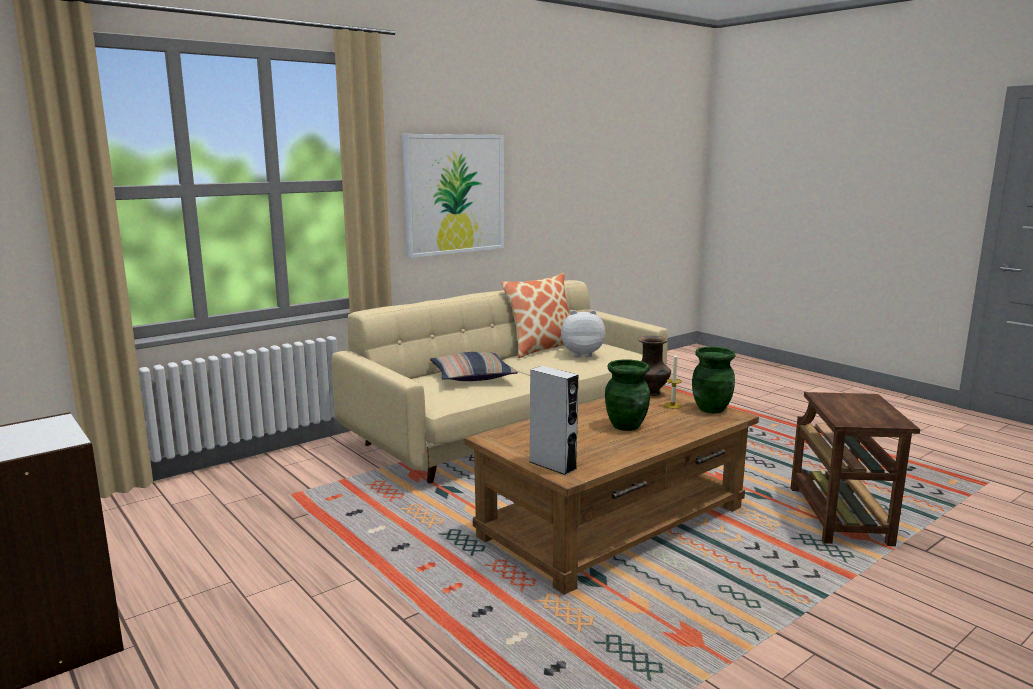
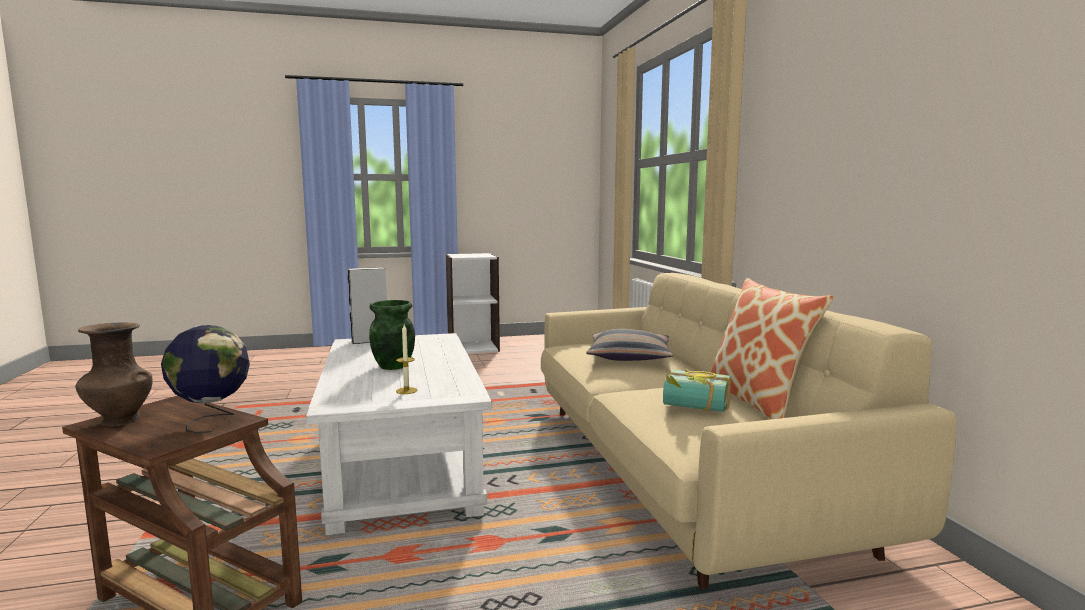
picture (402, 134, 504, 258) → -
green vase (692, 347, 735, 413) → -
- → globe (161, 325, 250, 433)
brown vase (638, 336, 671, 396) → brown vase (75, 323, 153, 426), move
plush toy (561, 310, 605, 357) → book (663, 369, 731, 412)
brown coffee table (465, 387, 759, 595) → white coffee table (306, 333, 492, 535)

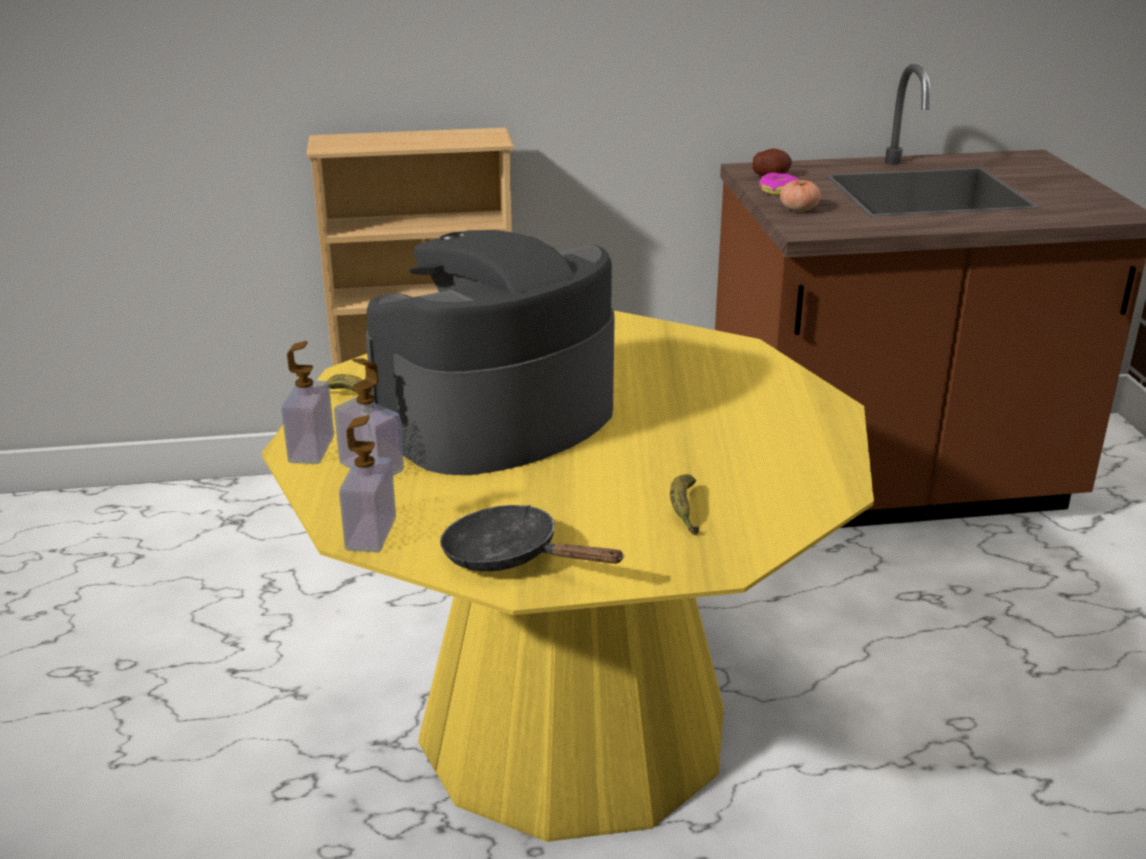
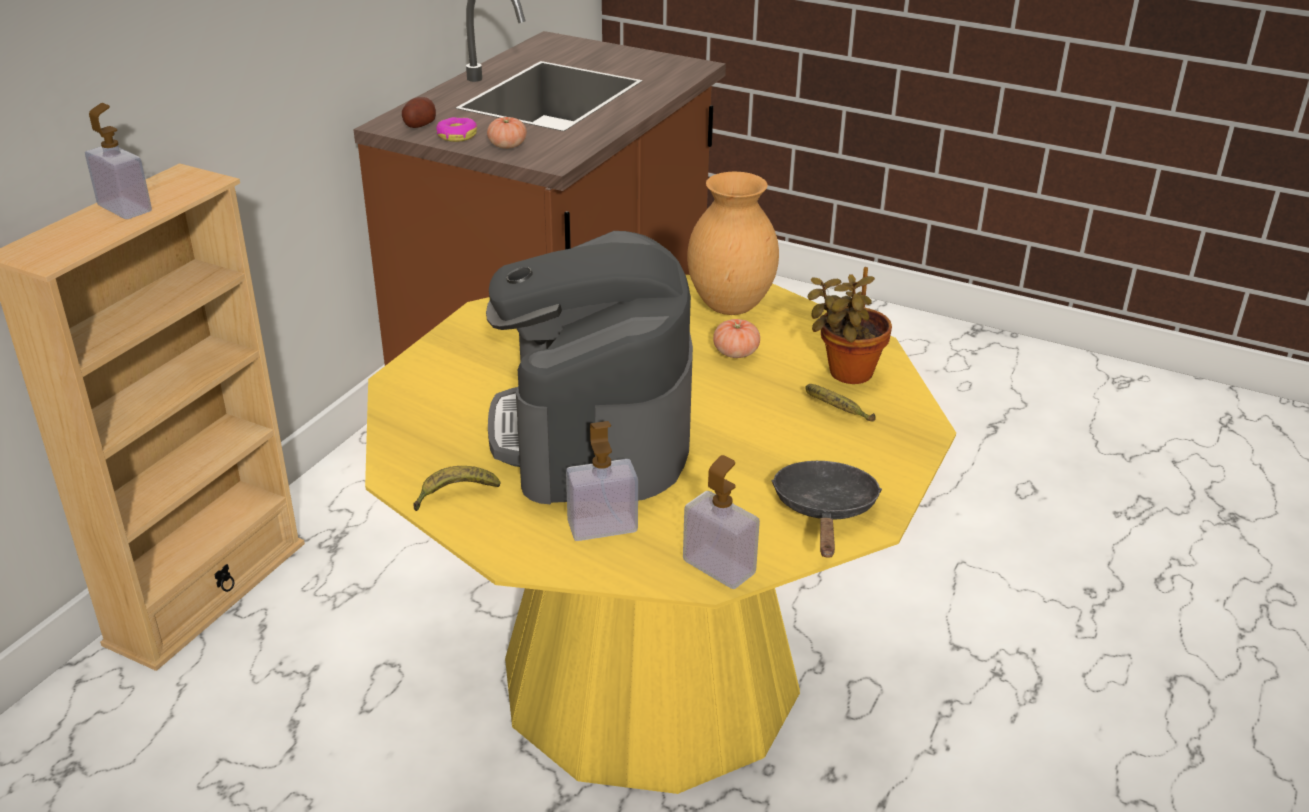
- → brown vase (687, 172, 779, 315)
- → tomato (713, 319, 760, 358)
- → potted plant (807, 267, 892, 384)
soap dispenser (282, 341, 334, 464) → soap dispenser (85, 103, 152, 219), move
black frying pan (440, 505, 625, 571) → black frying pan (771, 461, 882, 558), 120 degrees clockwise

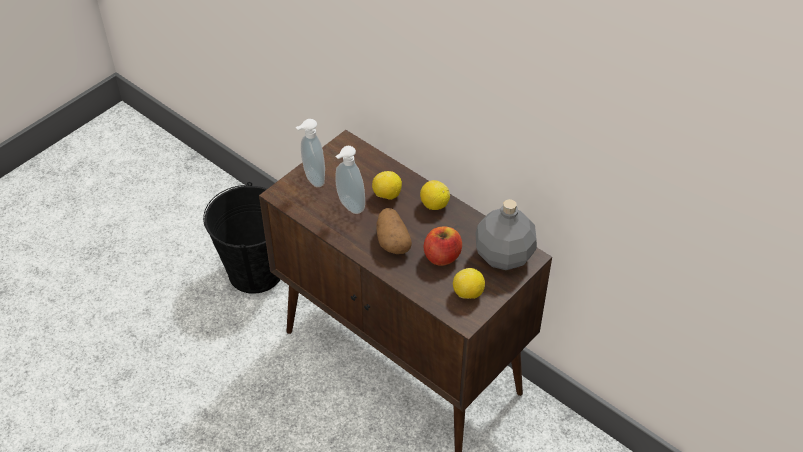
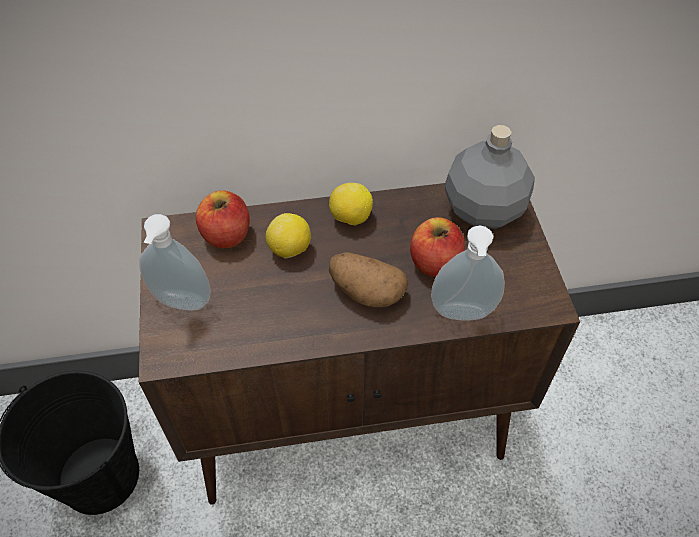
lemon (453, 268, 485, 299) → -
- → apple (196, 190, 250, 248)
soap dispenser (335, 146, 365, 214) → soap dispenser (431, 226, 505, 320), move

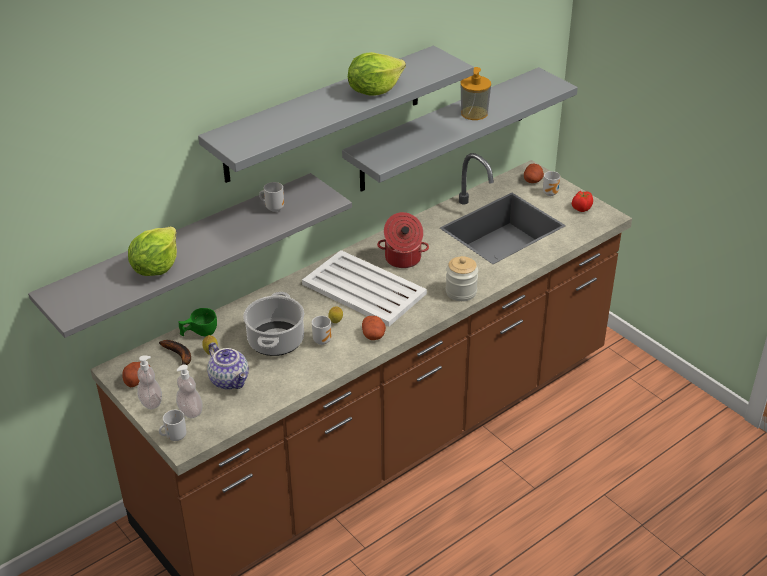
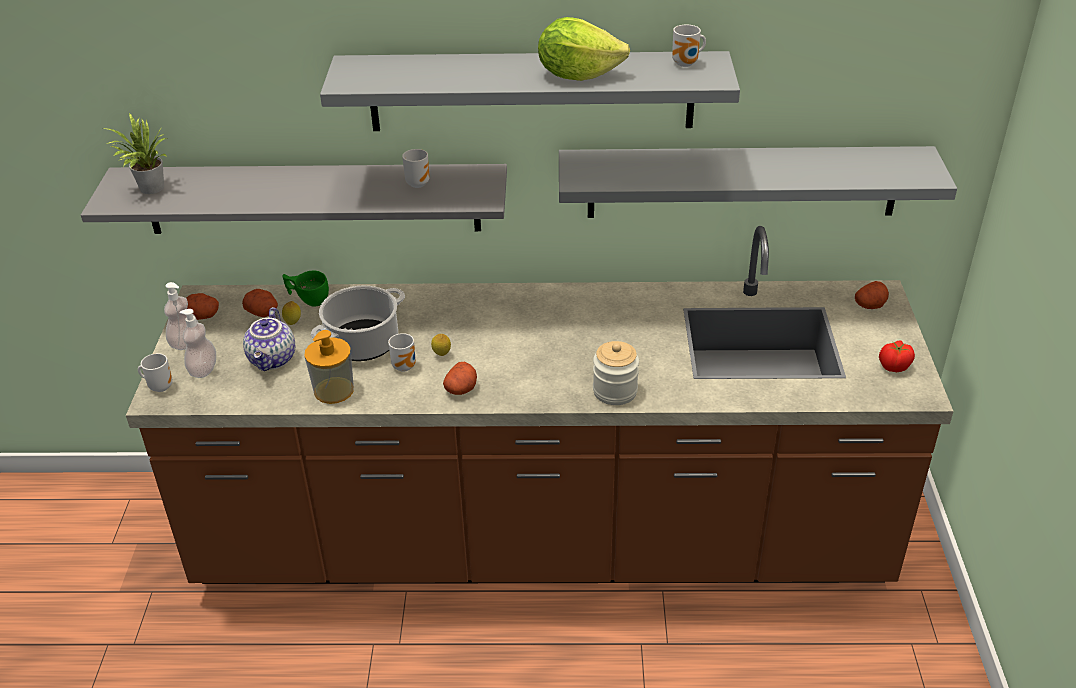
lettuce (128, 226, 177, 276) → -
white tray (302, 250, 427, 327) → -
cooking pot (377, 212, 429, 268) → -
- → potted plant (101, 113, 167, 194)
soap dispenser (460, 67, 491, 120) → soap dispenser (304, 330, 354, 404), move
mug (543, 171, 560, 196) → mug (672, 25, 706, 67), move
banana (159, 340, 191, 365) → potato (242, 289, 278, 317)

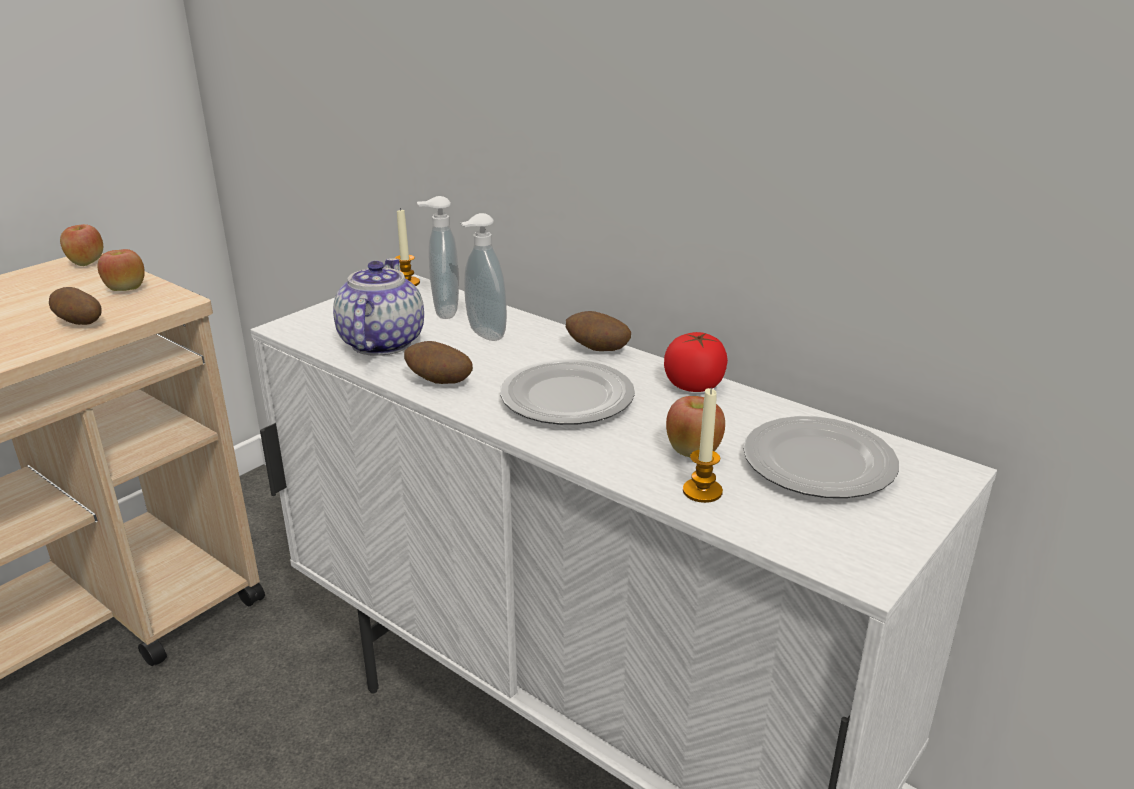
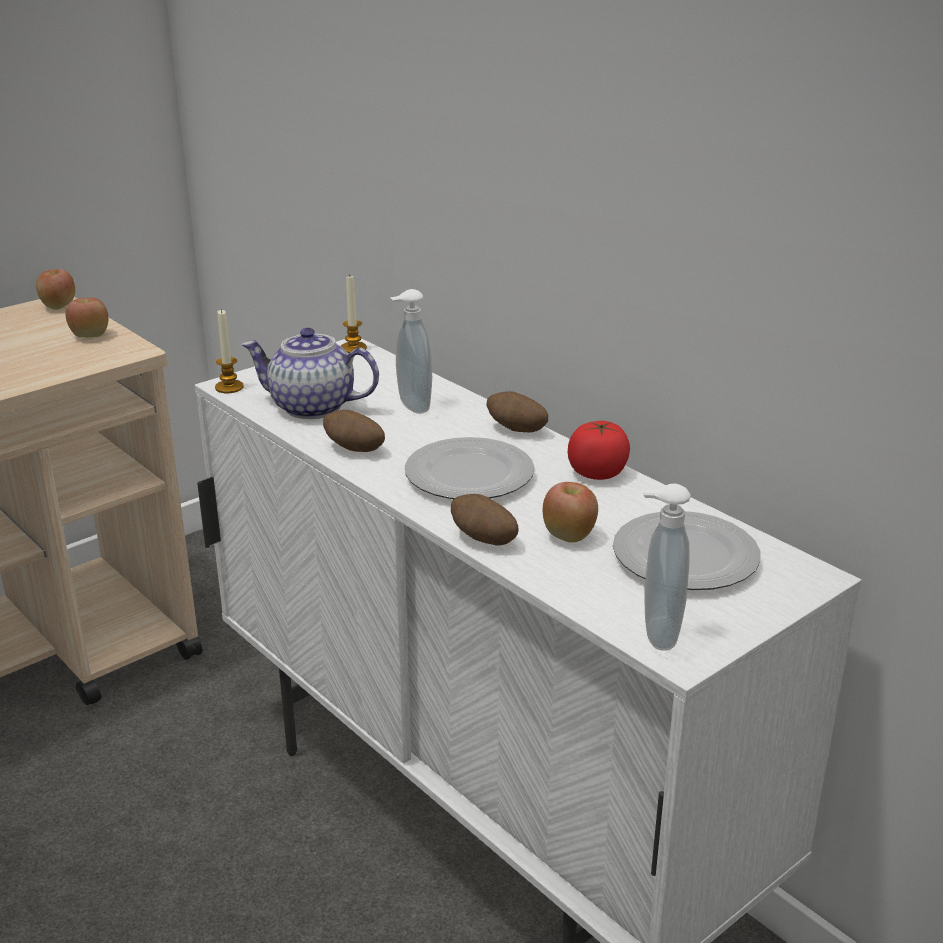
potato (49, 287, 102, 325) → potato (451, 494, 518, 546), move
soap dispenser (417, 196, 459, 319) → soap dispenser (642, 483, 691, 651), move
candle (683, 387, 723, 503) → candle (215, 309, 244, 393), move
teapot (333, 258, 424, 356) → teapot (241, 327, 379, 419), 90 degrees counterclockwise

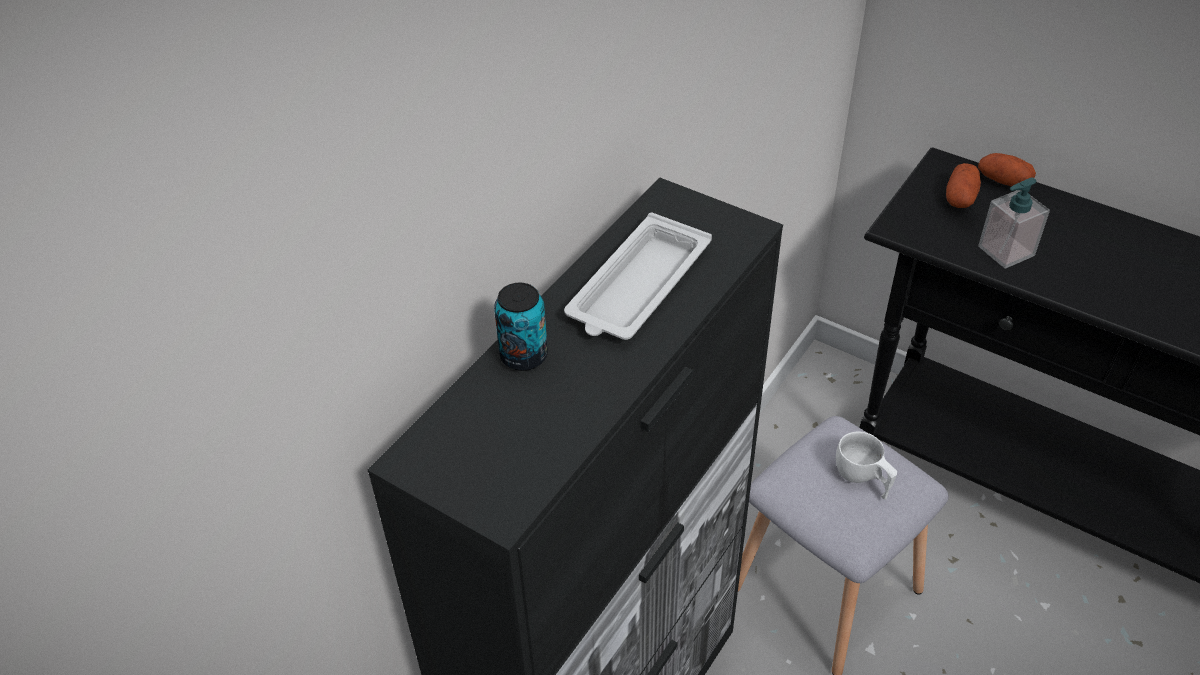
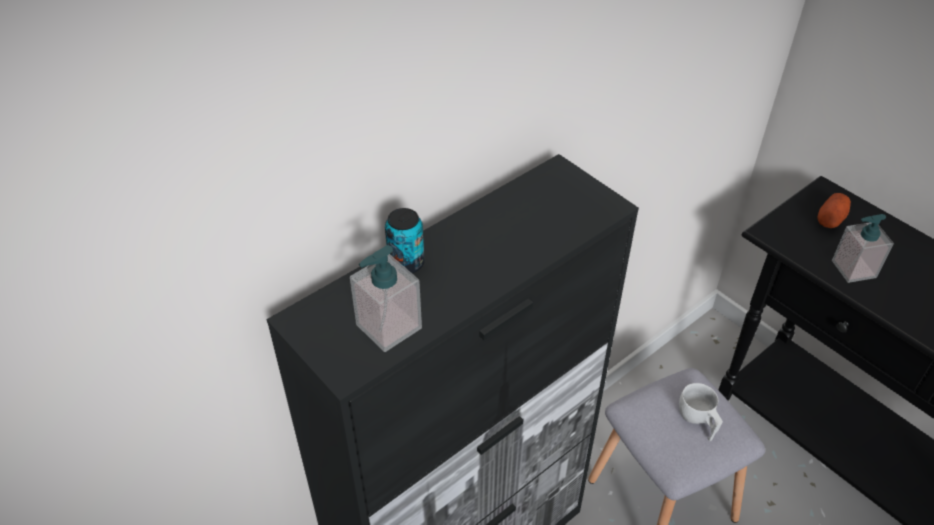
white tray (564, 212, 712, 340) → -
potato (978, 153, 1036, 187) → -
- → soap dispenser (350, 245, 422, 352)

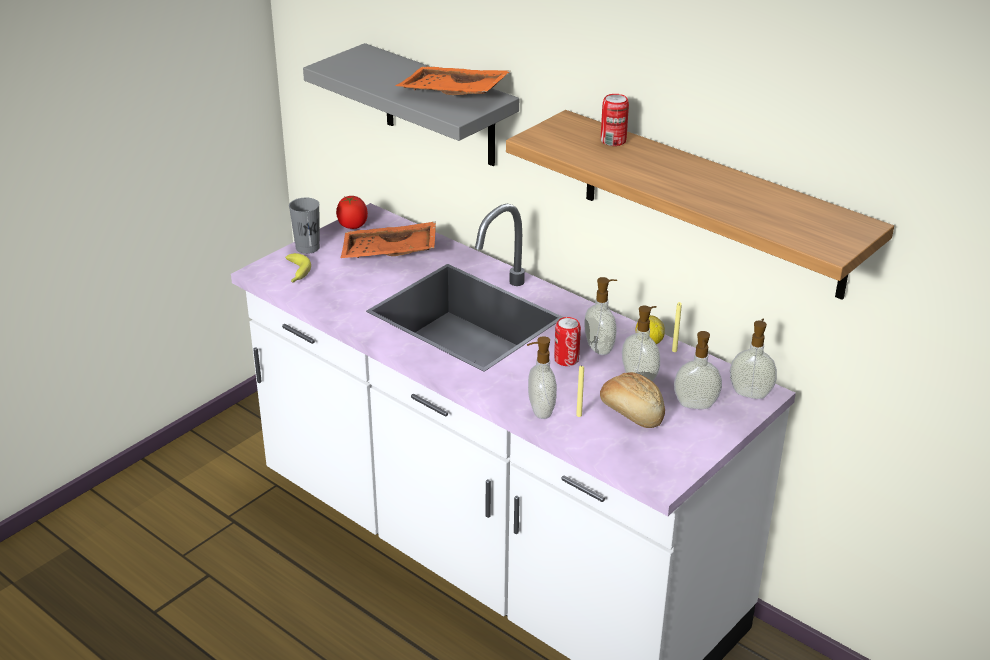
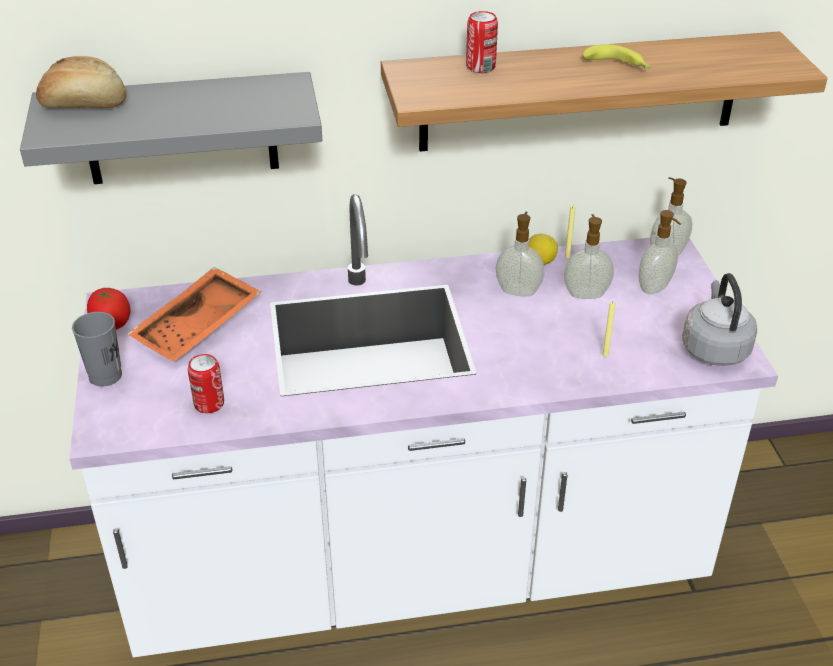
orange tray (395, 67, 511, 95) → -
soap dispenser (527, 336, 557, 419) → -
- → grey kettle (682, 273, 757, 366)
banana (285, 253, 311, 282) → banana (582, 44, 651, 69), move
can (554, 317, 581, 366) → can (188, 354, 224, 413), move
bread (600, 372, 665, 428) → bread (36, 56, 127, 108), move

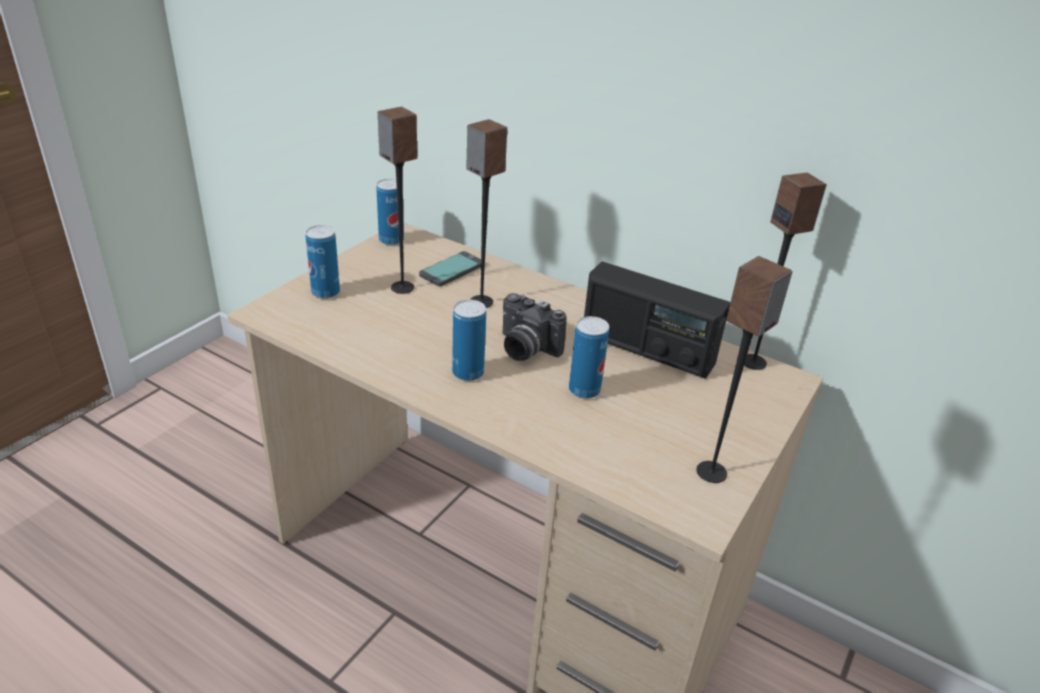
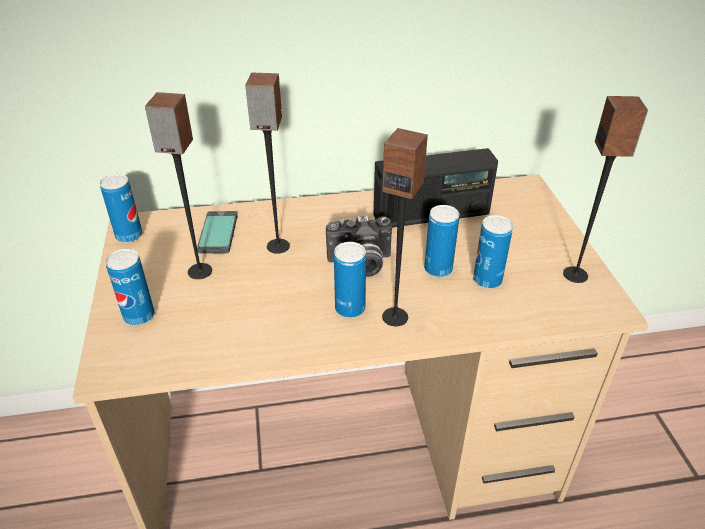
- → can (473, 215, 513, 289)
speaker (744, 173, 827, 370) → speaker (382, 128, 428, 326), move

